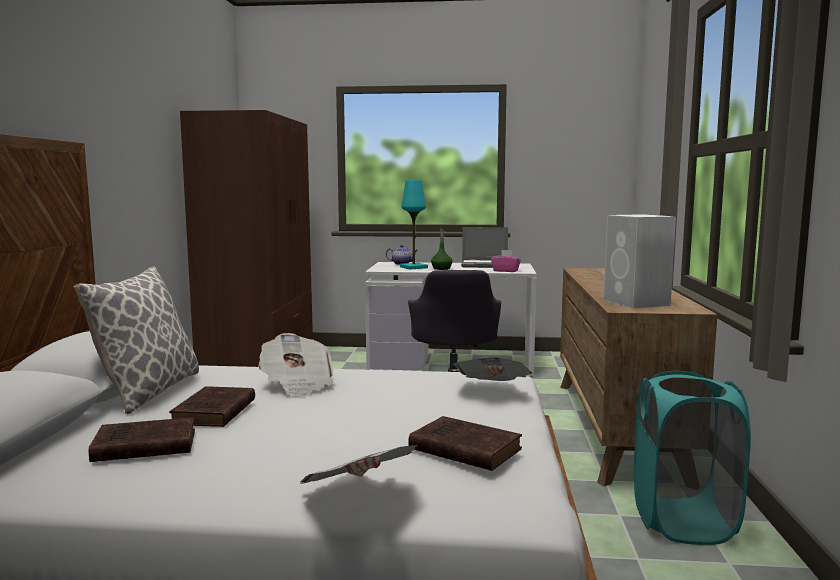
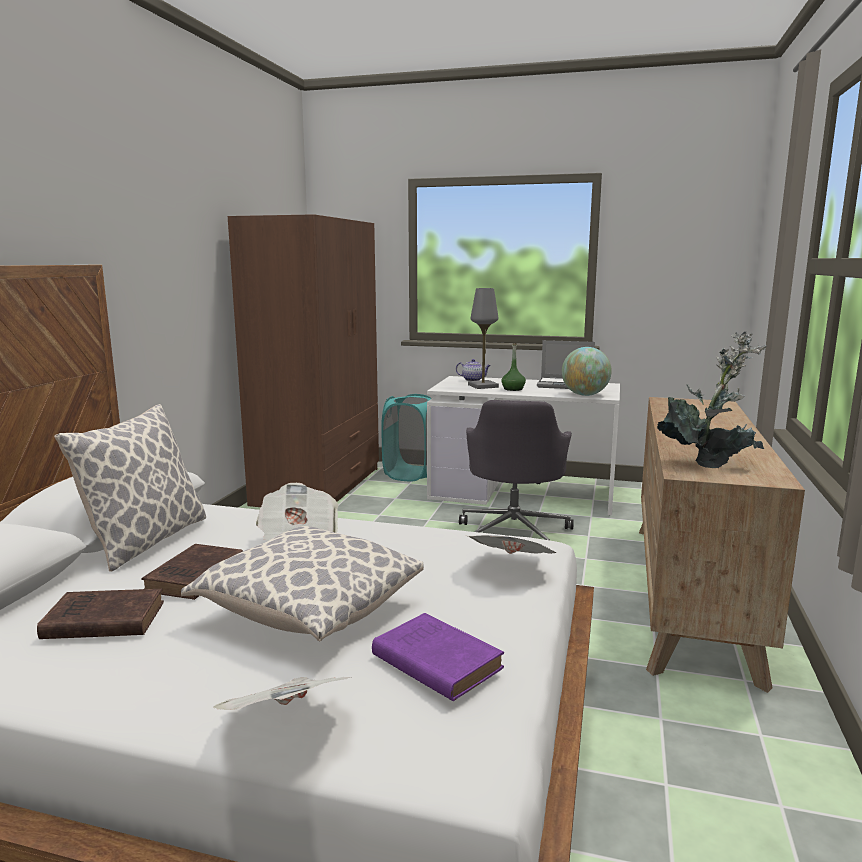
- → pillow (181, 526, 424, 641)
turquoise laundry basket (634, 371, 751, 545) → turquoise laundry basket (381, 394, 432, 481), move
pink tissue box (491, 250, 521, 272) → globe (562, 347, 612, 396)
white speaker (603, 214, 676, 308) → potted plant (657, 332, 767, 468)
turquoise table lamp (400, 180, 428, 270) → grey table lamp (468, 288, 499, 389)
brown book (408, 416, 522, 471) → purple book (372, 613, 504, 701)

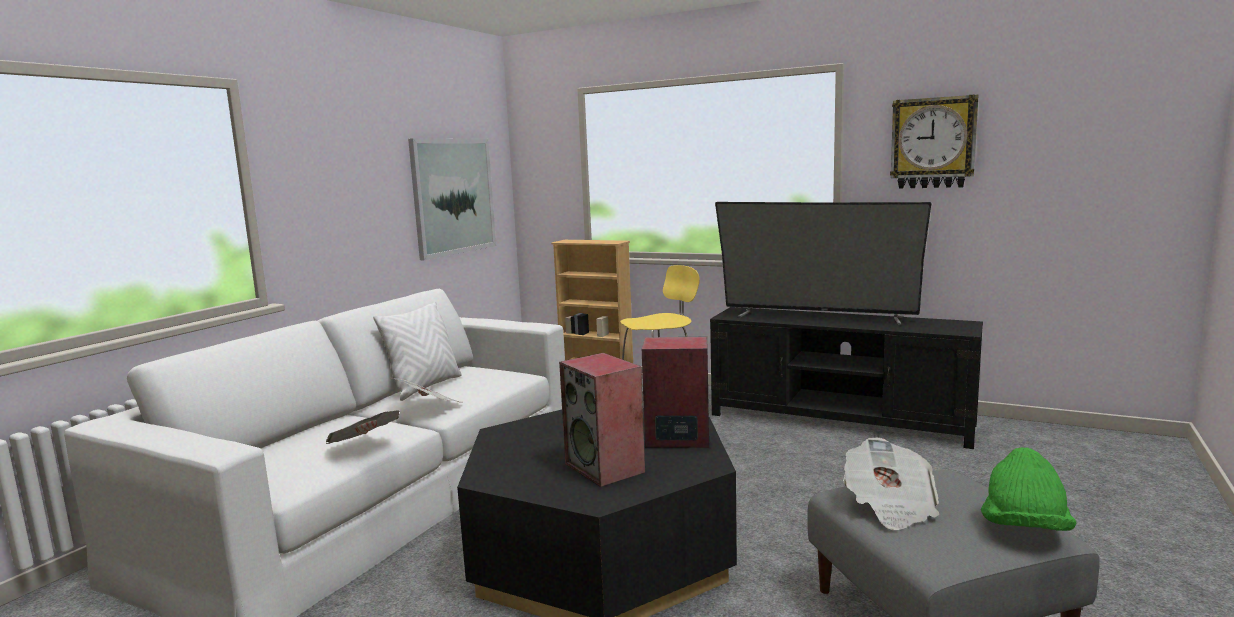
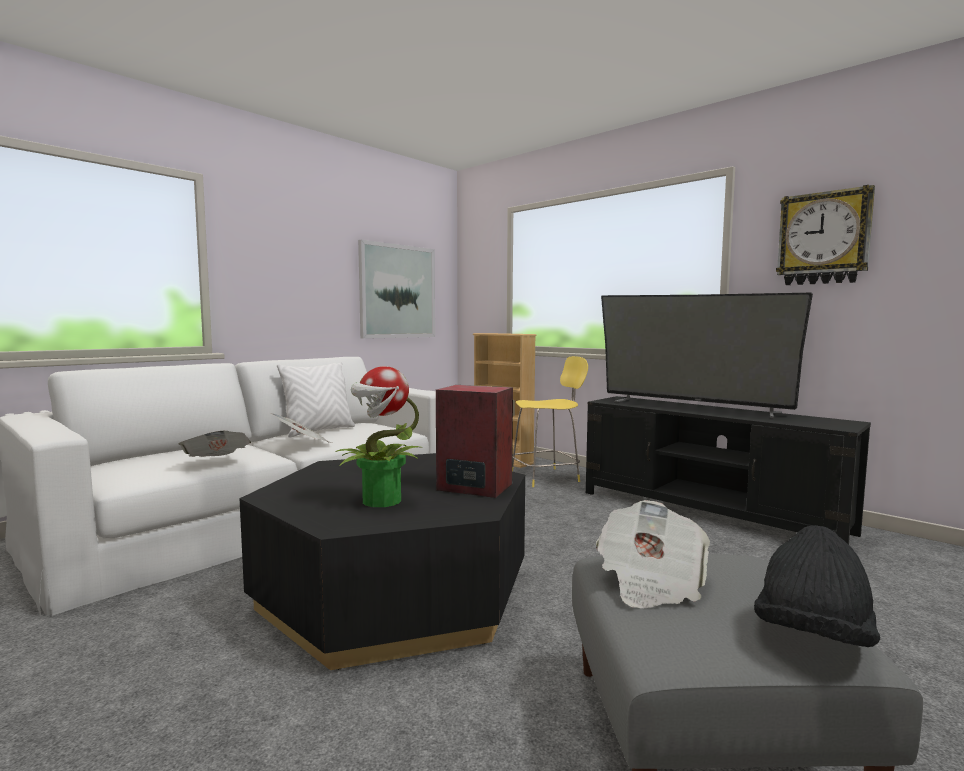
speaker (559, 353, 645, 487) → potted plant (335, 366, 422, 507)
green hat (981, 447, 1076, 531) → black hat (754, 525, 880, 647)

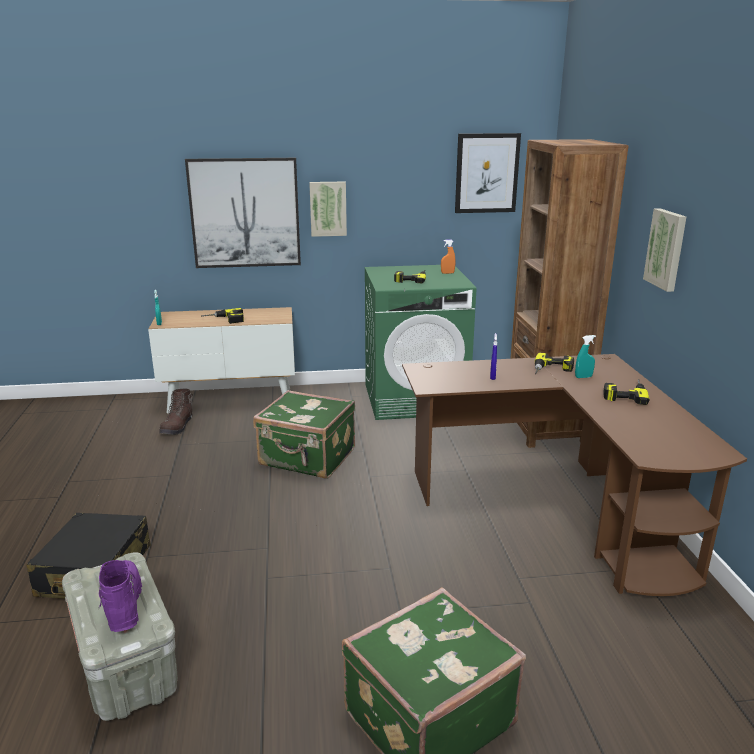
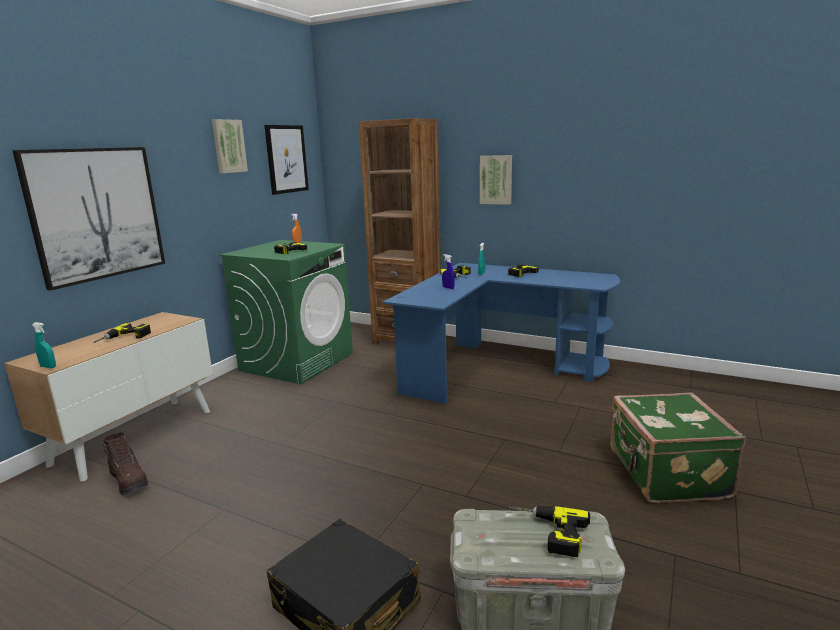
green suitcase (253, 390, 355, 479) → -
picture (309, 182, 347, 237) → picture (212, 119, 248, 173), move
purple boot (98, 560, 142, 632) → power drill (508, 506, 590, 557)
brown desk (402, 354, 747, 596) → blue desk (383, 263, 620, 404)

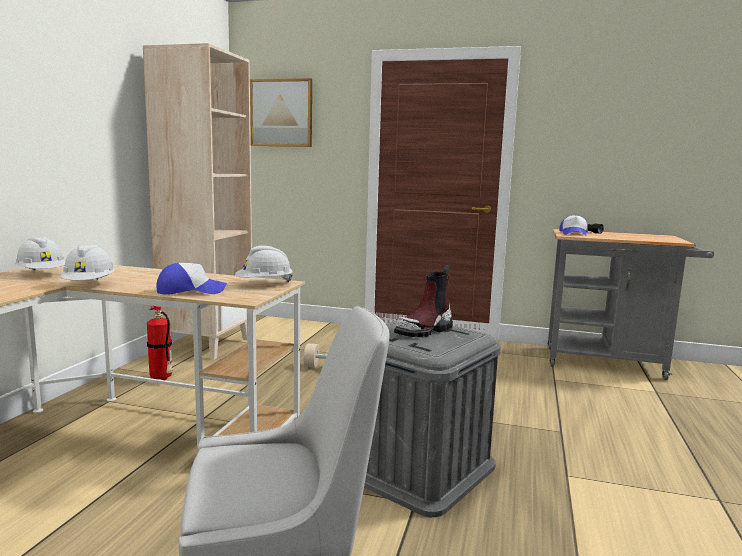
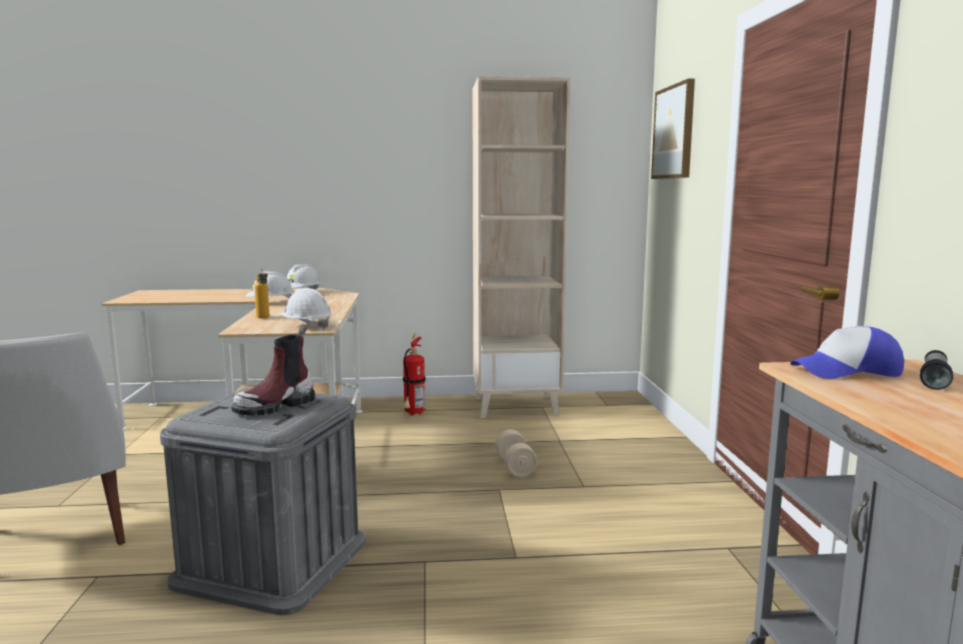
cap (156, 263, 227, 295) → bottle (254, 268, 269, 318)
boot (394, 266, 453, 337) → boot (231, 327, 315, 415), 75 degrees counterclockwise

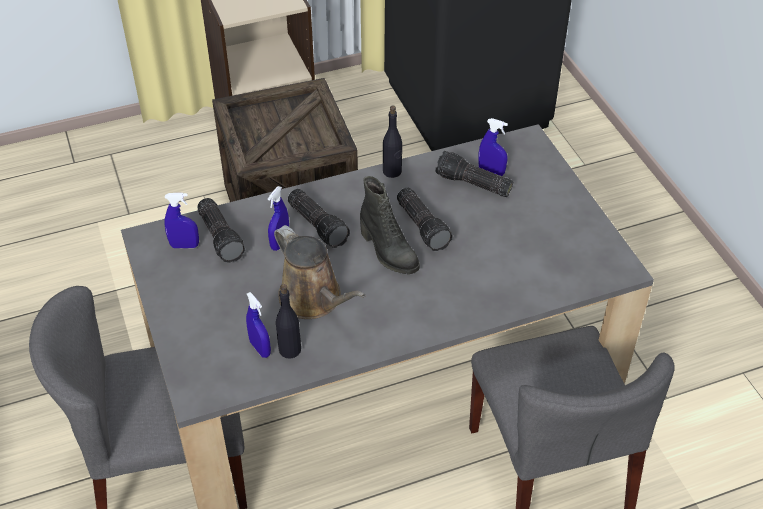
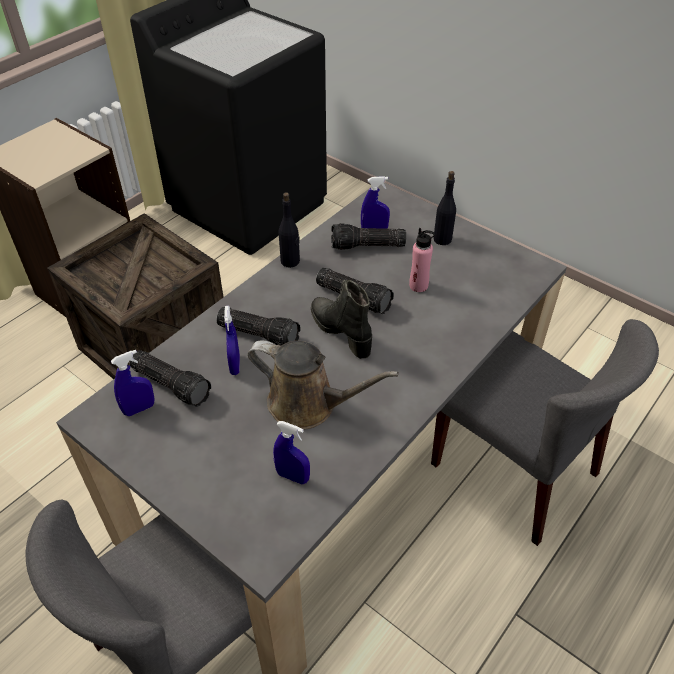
- → pink bottle (409, 228, 435, 292)
black bottle (276, 284, 301, 359) → black bottle (433, 171, 456, 245), move
black boot (360, 176, 420, 275) → black boot (311, 280, 372, 359), 150 degrees counterclockwise

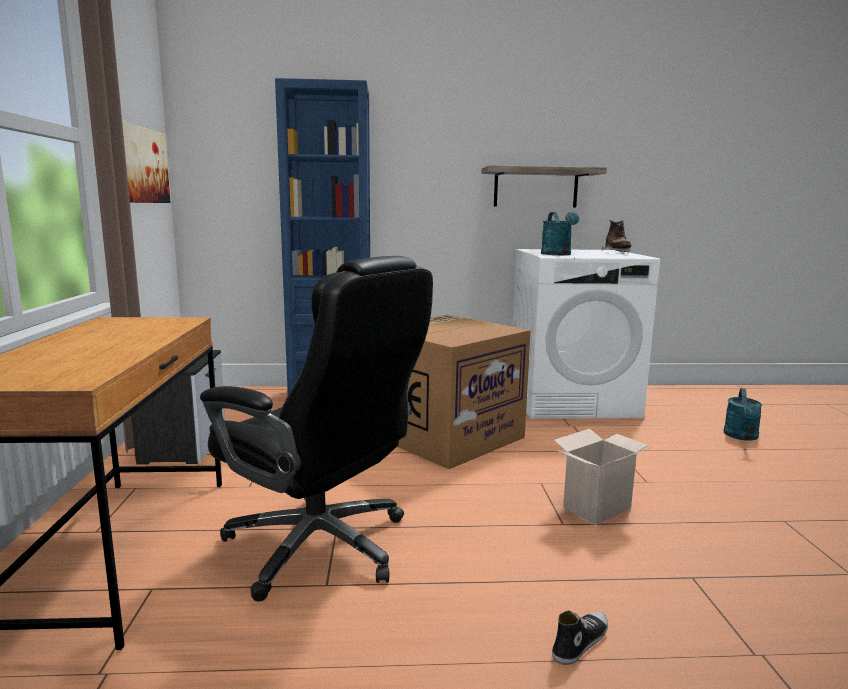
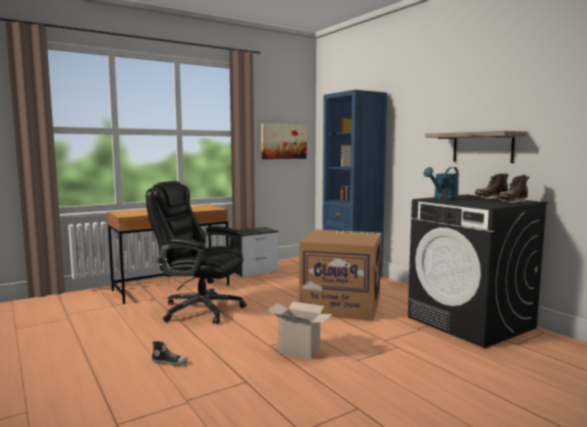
turquoise watering can (724, 388, 762, 440) → -
- → brown boot (475, 173, 509, 199)
white washing machine (513, 249, 660, 419) → black washing machine (408, 195, 548, 348)
black office chair (200, 256, 433, 602) → black office chair (146, 181, 247, 324), 105 degrees clockwise

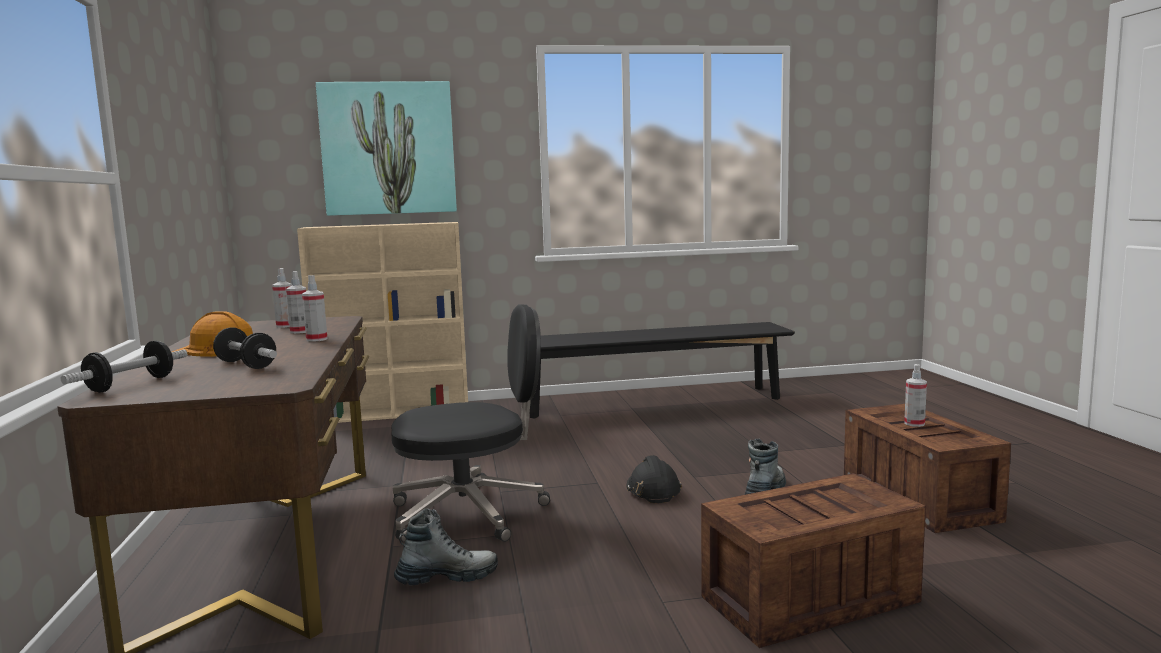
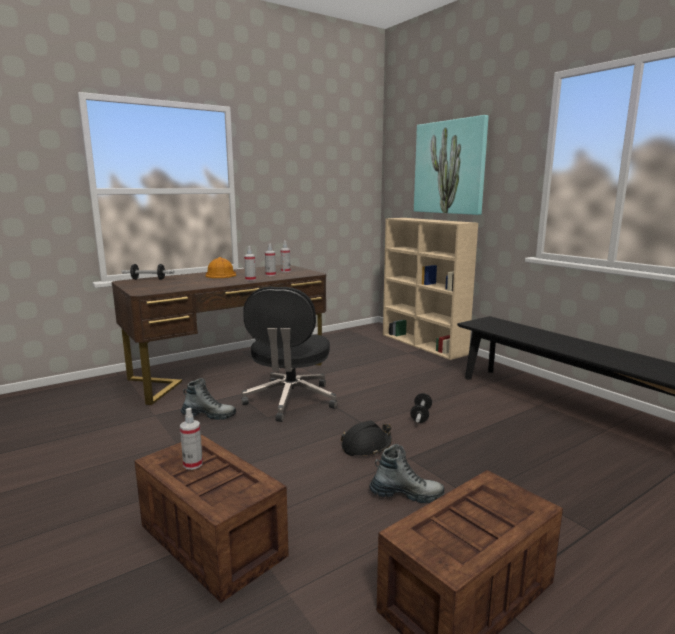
dumbbell (213, 328, 277, 369) → dumbbell (410, 393, 432, 423), move
spray bottle (904, 364, 927, 427) → spray bottle (180, 408, 203, 470), move
black office chair (391, 304, 550, 543) → black office chair (241, 286, 338, 422), 45 degrees clockwise
boot (394, 508, 498, 585) → boot (181, 378, 236, 420), 45 degrees counterclockwise

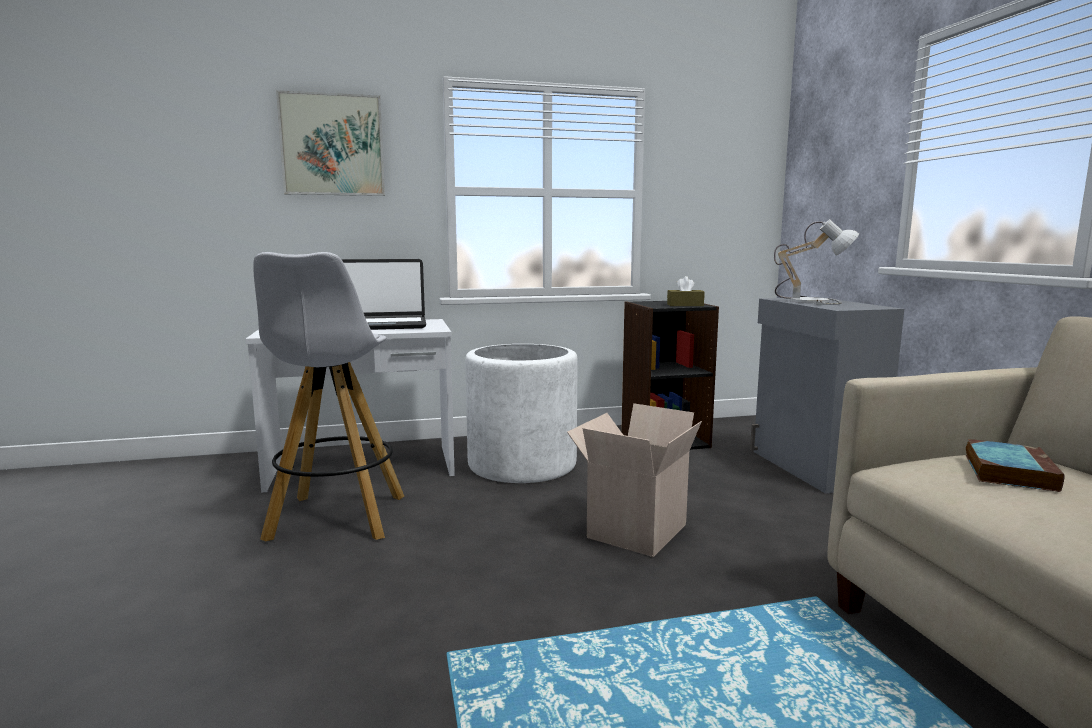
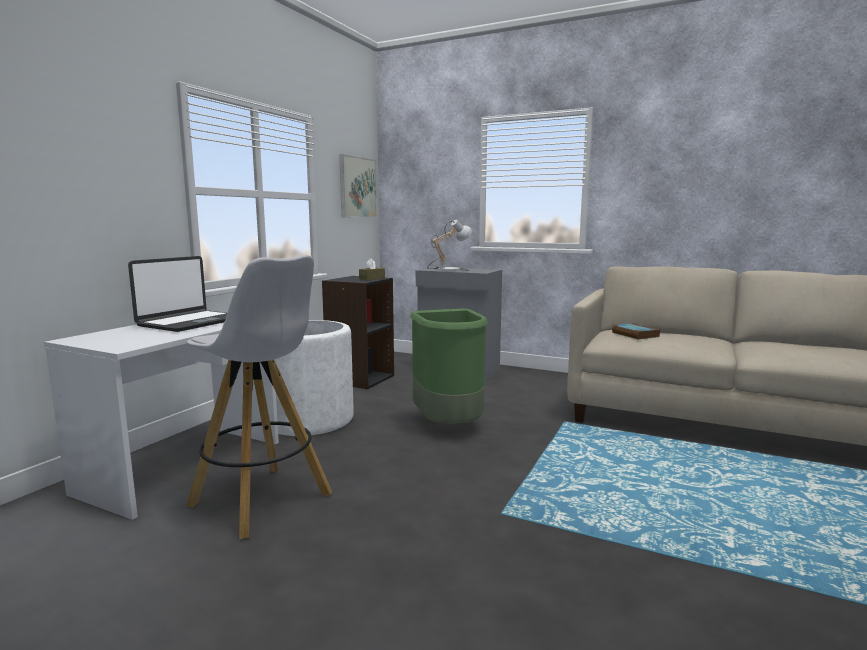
picture (276, 90, 385, 196) → picture (339, 154, 377, 218), move
cardboard box (567, 403, 702, 557) → green trash can (410, 309, 488, 424)

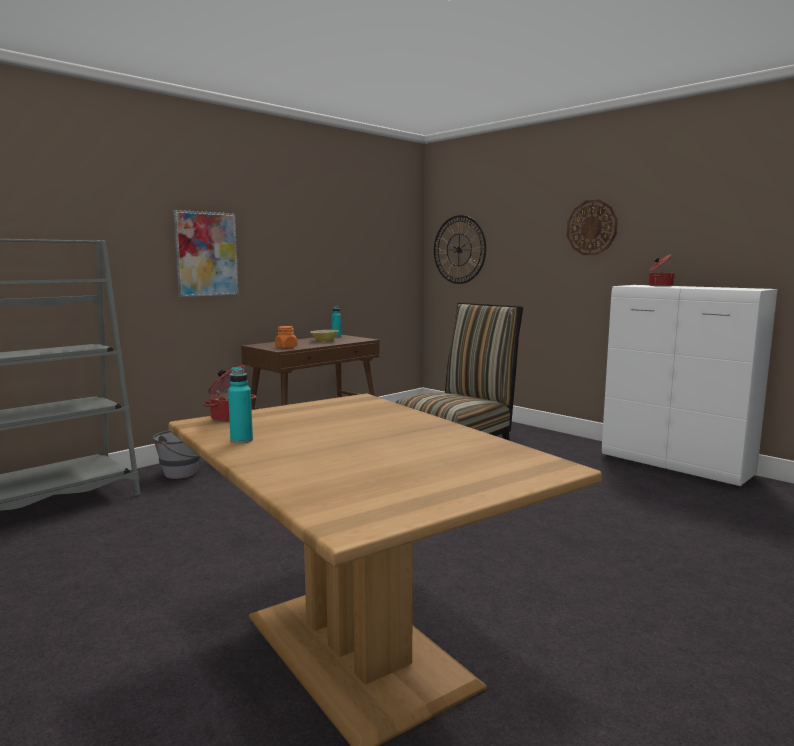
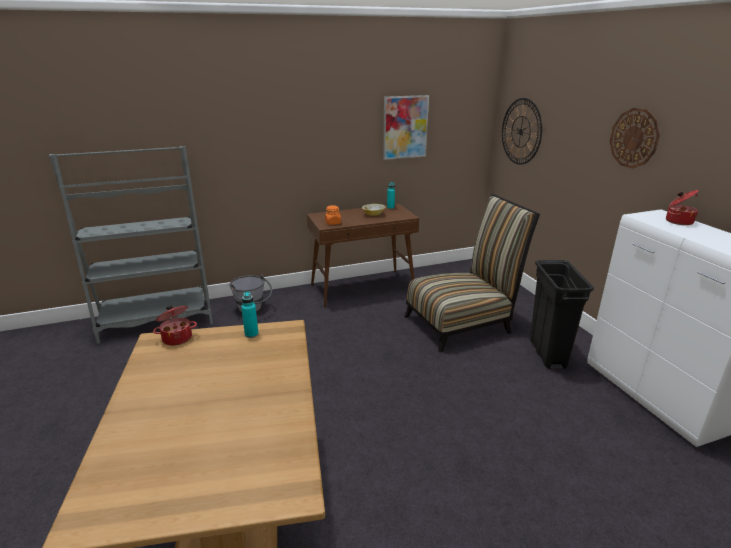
- → black trash can (530, 260, 594, 369)
picture (173, 210, 239, 297) → picture (383, 95, 429, 160), move
turquoise bottle (228, 367, 253, 444) → turquoise bottle (241, 292, 259, 338), move

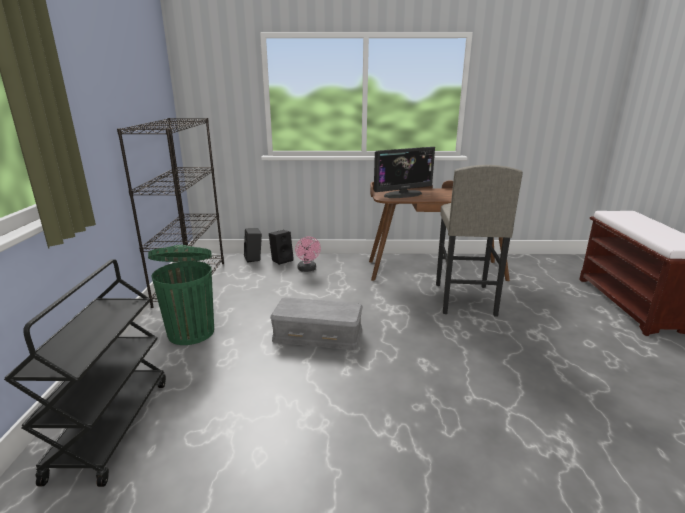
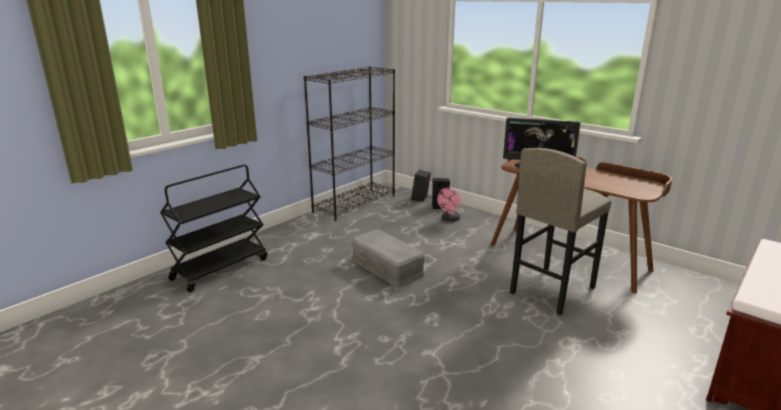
green trash can (148, 245, 214, 345) → -

